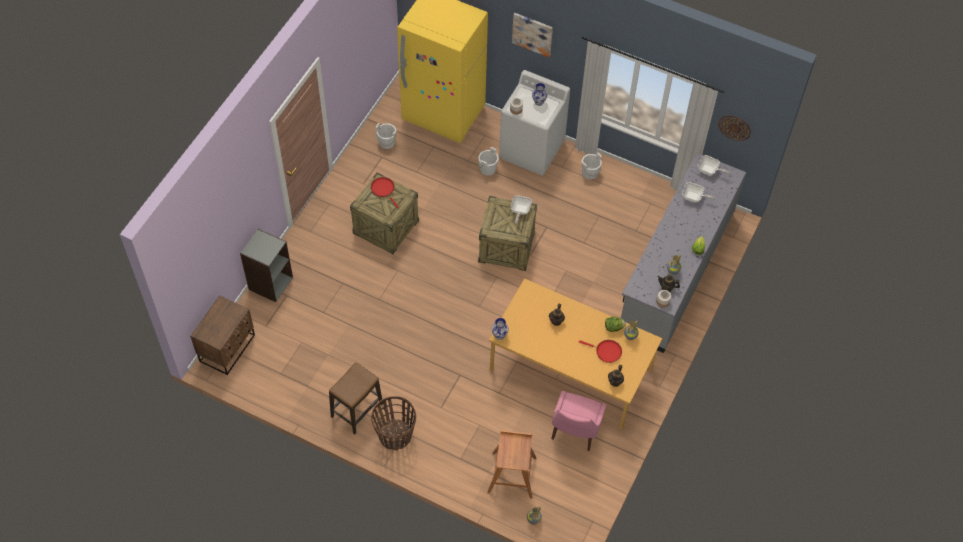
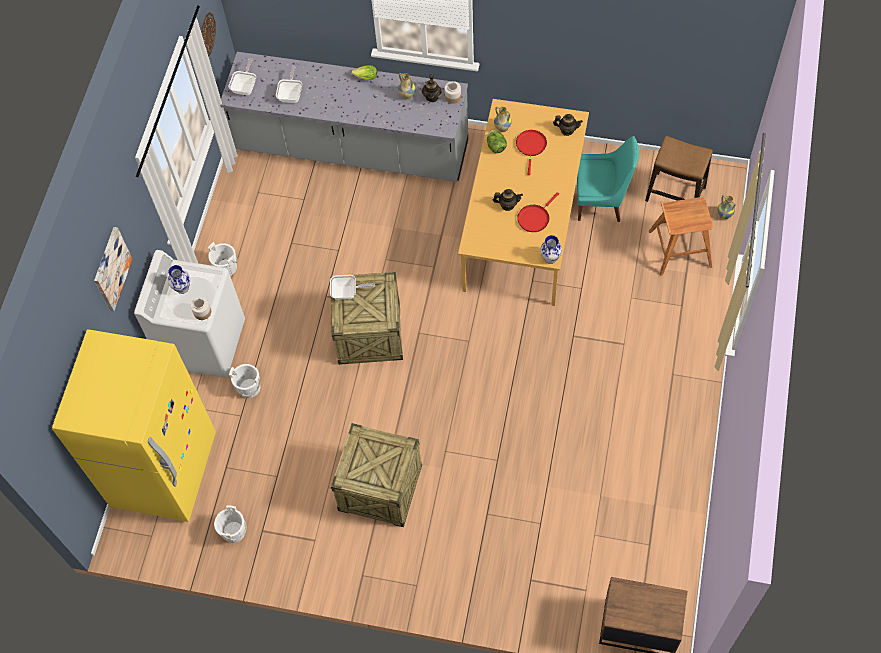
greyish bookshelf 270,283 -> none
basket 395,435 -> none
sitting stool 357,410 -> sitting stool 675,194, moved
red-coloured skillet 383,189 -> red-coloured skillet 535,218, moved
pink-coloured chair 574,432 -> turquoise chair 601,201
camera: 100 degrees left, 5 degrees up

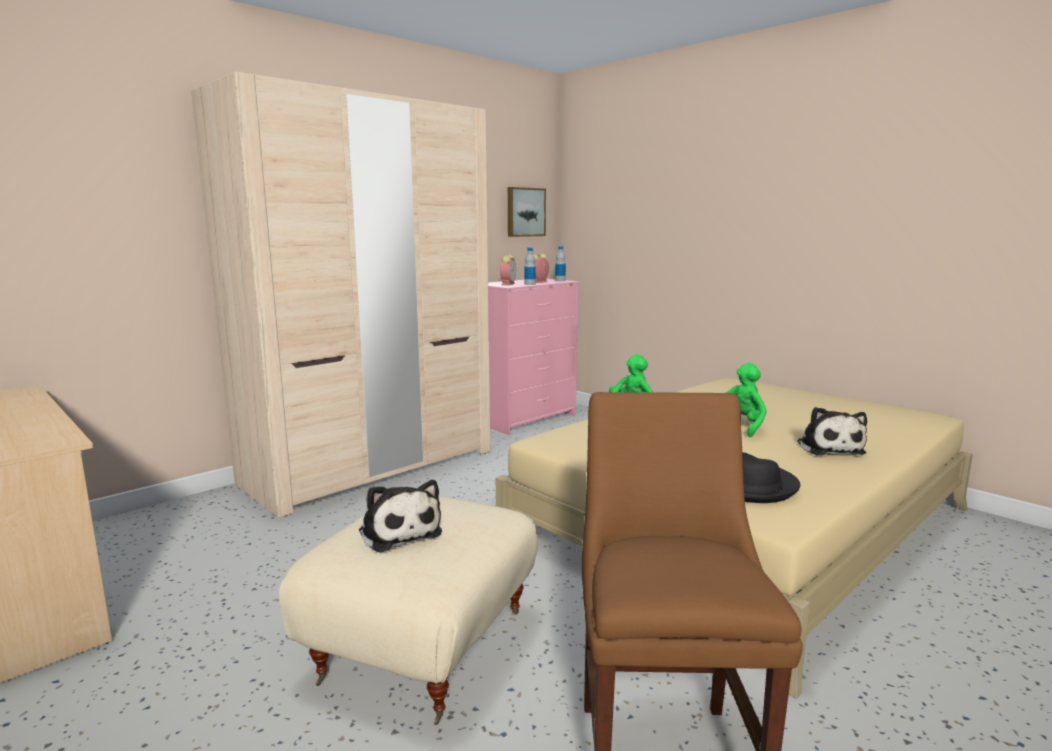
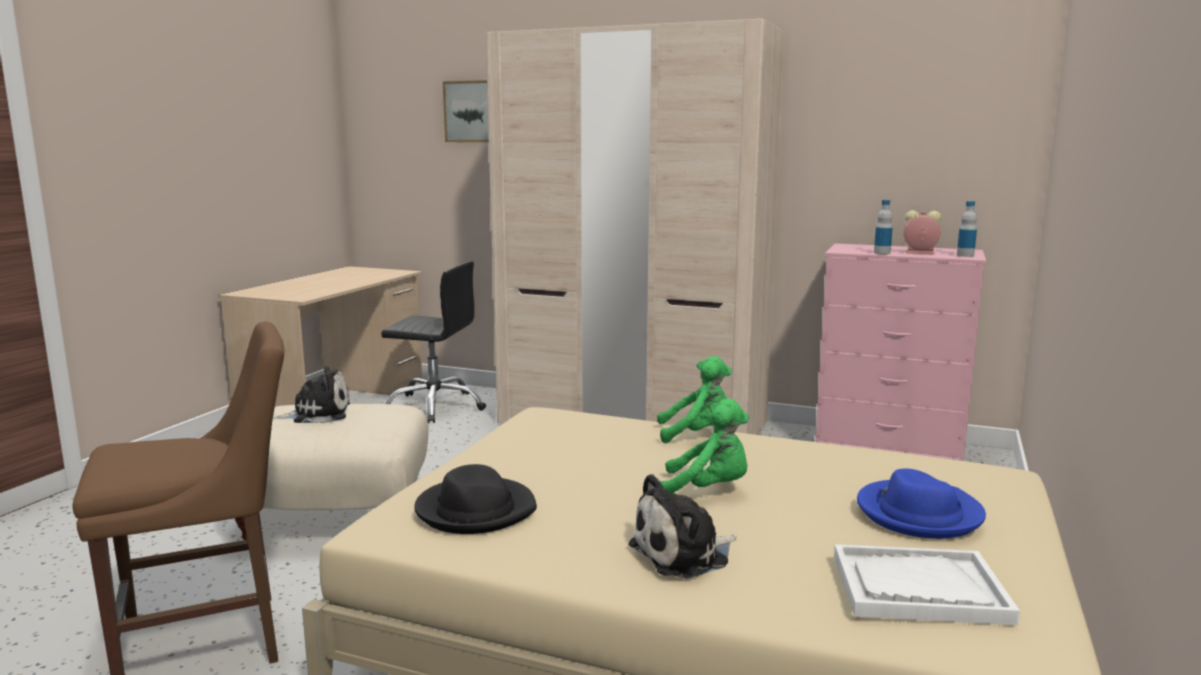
alarm clock 508,284 -> none
none -> black computer chair 435,406
none -> white serving tray 918,588
none -> blue-coloured clothing hat 918,514
wall art 525,212 -> wall art 473,111, moved
cuddly toy 399,532 -> cuddly toy 317,414, 135 degrees counterclockwise
camera: 65 degrees right, 0 degrees up

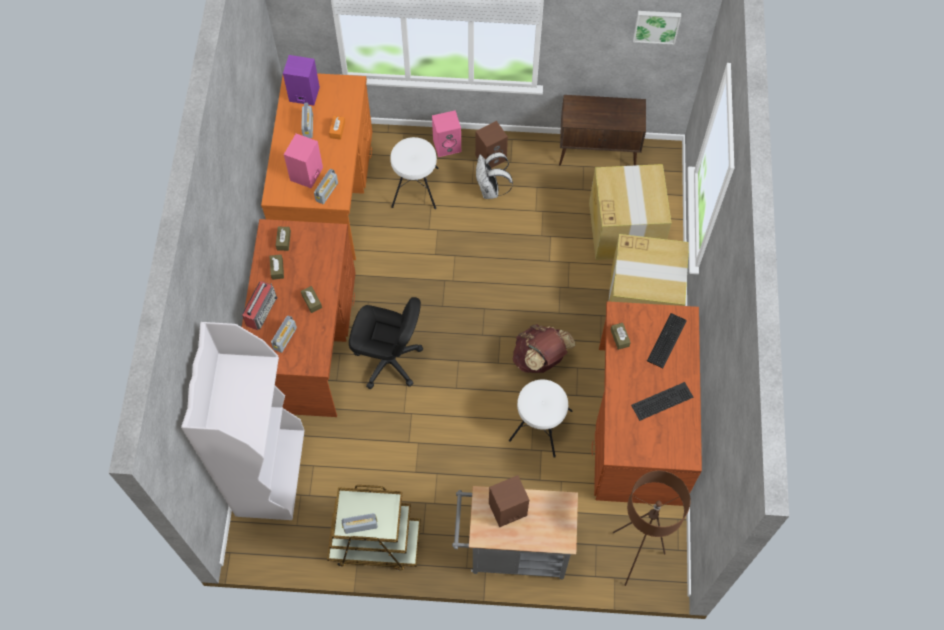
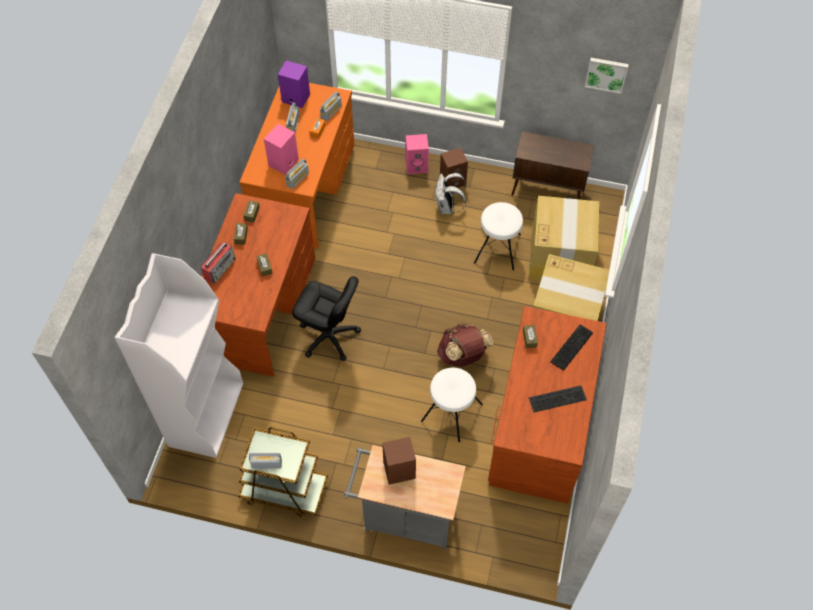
brown-coloured standing lamp 634,556 -> none
radio set 285,338 -> radio set 331,112, moved
white sitting stool 415,187 -> white sitting stool 498,248, moved
camera: 10 degrees right, 5 degrees down

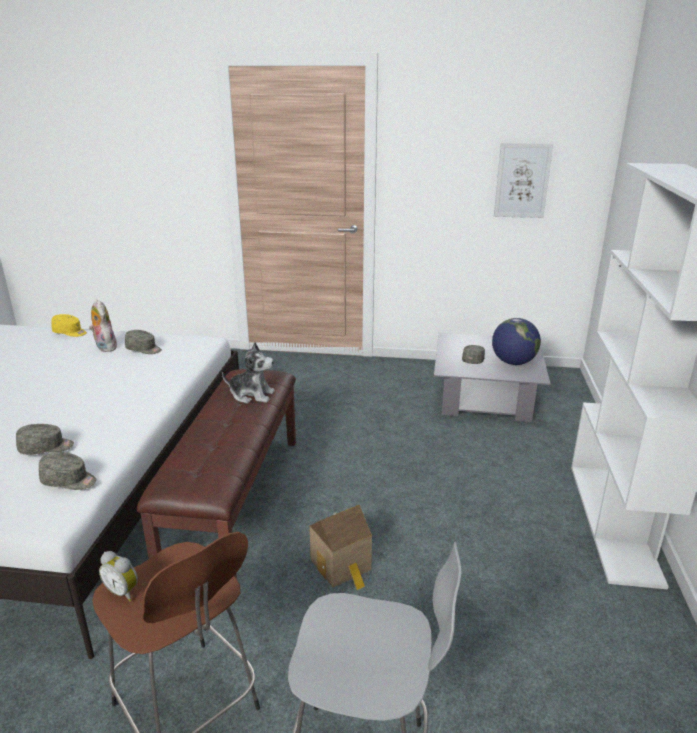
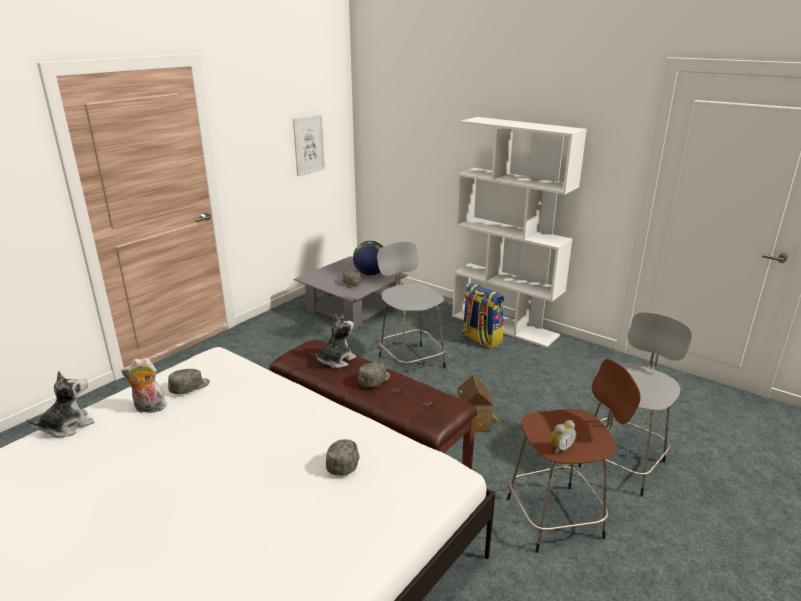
none -> greyish sitting stool 410,360
none -> rucksack 480,339
greyish peaked cap 69,481 -> greyish peaked cap 375,380, moved
yellowish peaked cap 70,332 -> cuddly toy 67,426
camera: 60 degrees left, 0 degrees up

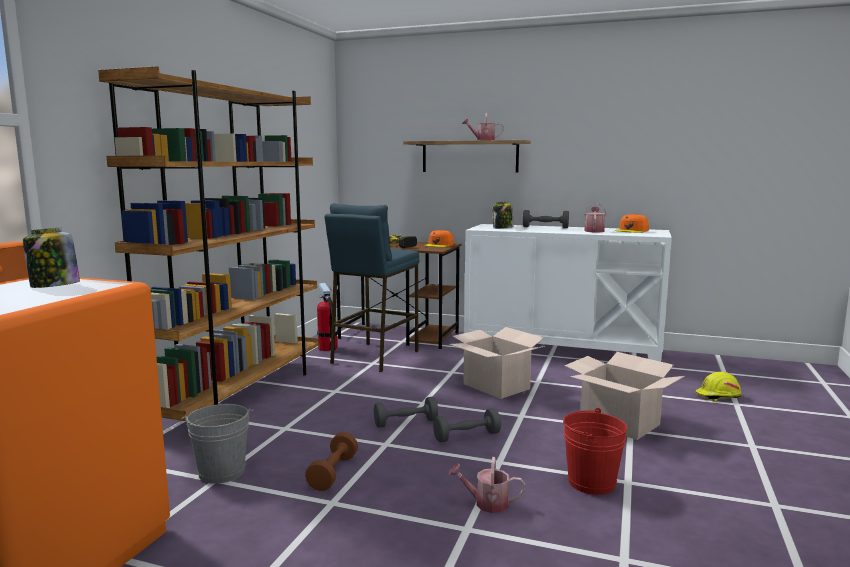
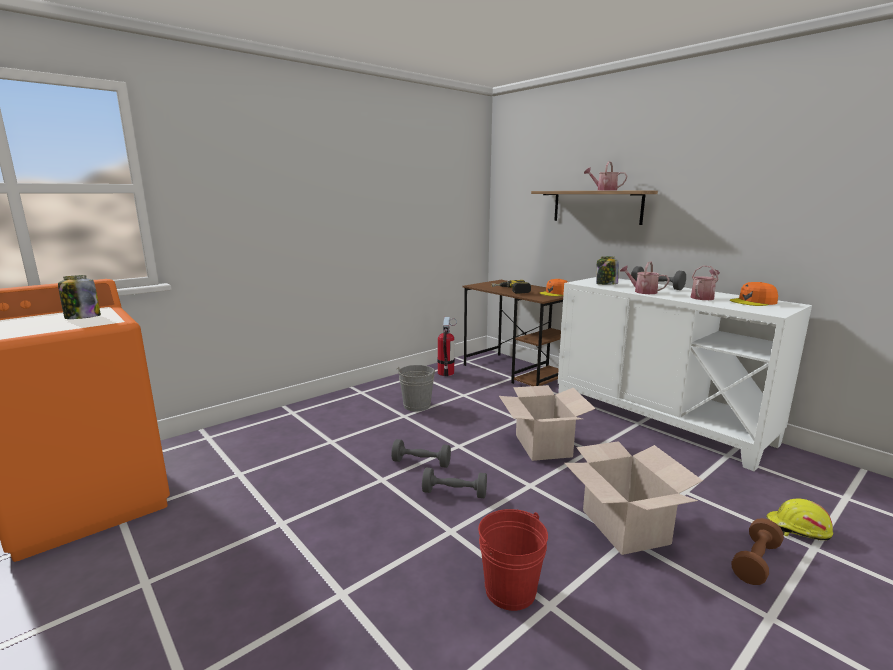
brown-coloured bookshelf 240,395 -> none
blue-coloured sitting stool 374,357 -> none
greyish bucket 221,472 -> greyish bucket 416,405, moved
brown-coloured free weight 333,473 -> brown-coloured free weight 755,562, moved
watering can 486,503 -> watering can 642,291, moved
camera: 30 degrees right, 5 degrees up

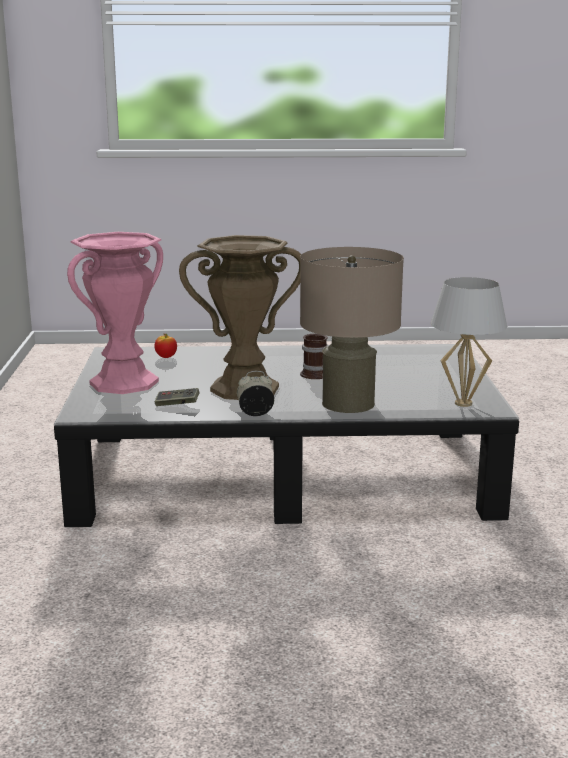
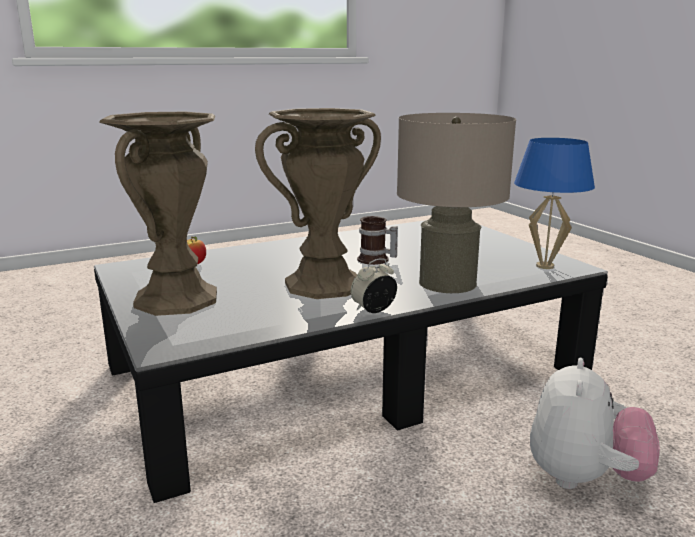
game controller 177,404 -> none
none -> cuddly toy 584,478
pink-coloured vase 124,382 -> brown-coloured vase 177,299
white tabletop lamp 463,403 -> blue-coloured tabletop lamp 544,266
camera: 25 degrees left, 0 degrees up

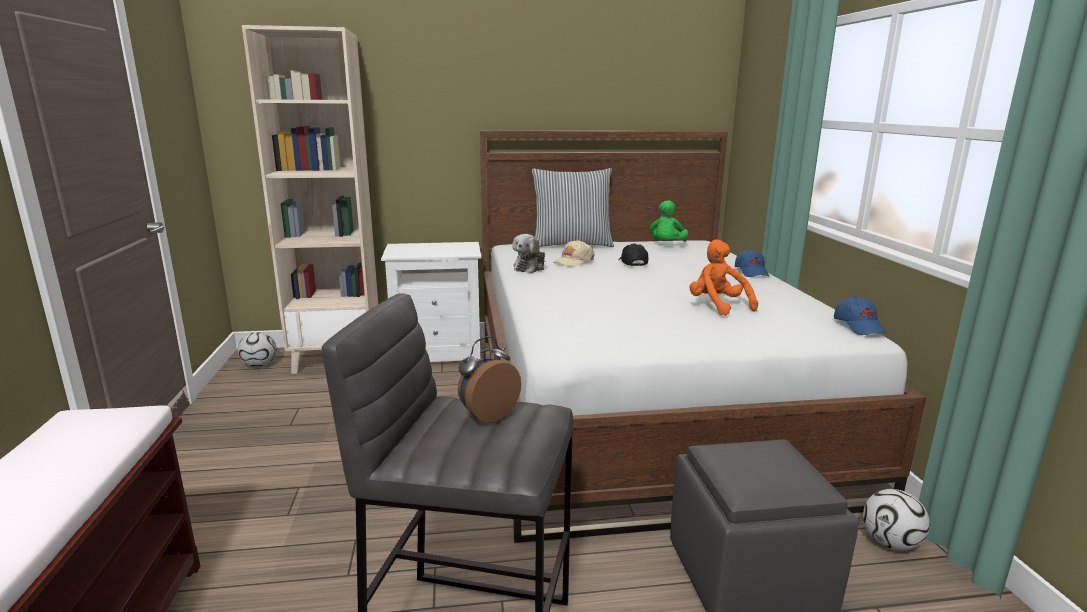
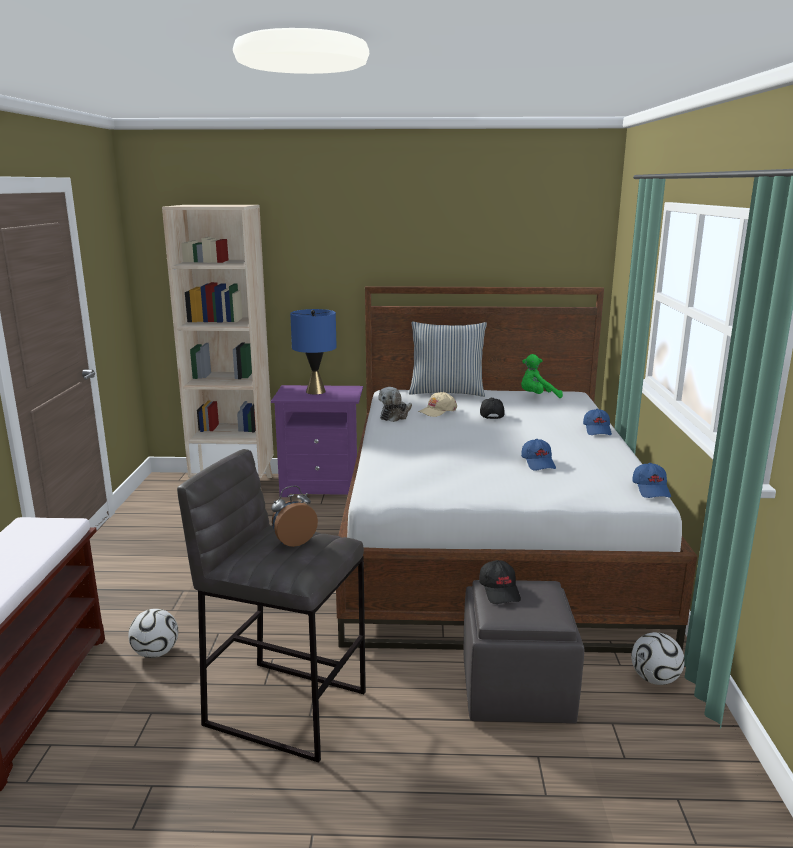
none -> blue-coloured tabletop lamp 316,391
none -> black peaked cap 500,591
ball for football 259,365 -> ball for football 156,653, moved
orangey cuddly toy 717,306 -> blue-coloured peaked cap 538,463
white night table 438,354 -> purplish night table 322,487
green cuddly toy 667,245 -> green cuddly toy 537,397, 45 degrees clockwise
camera: 10 degrees right, 0 degrees up

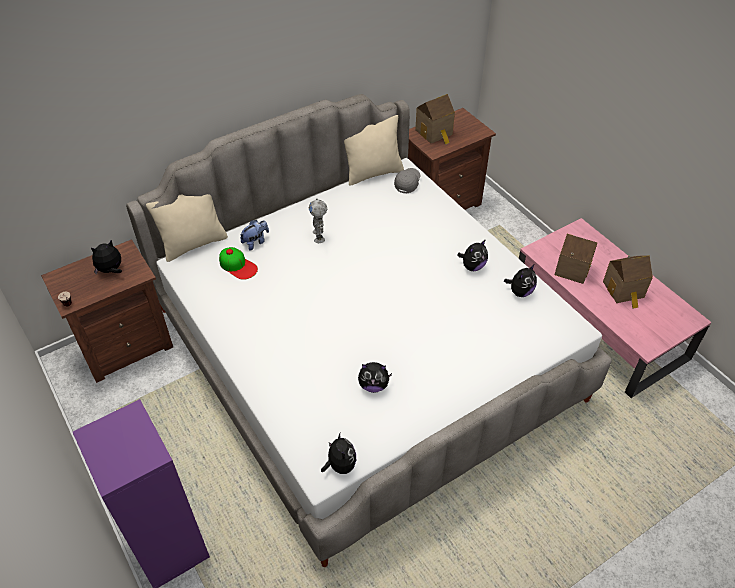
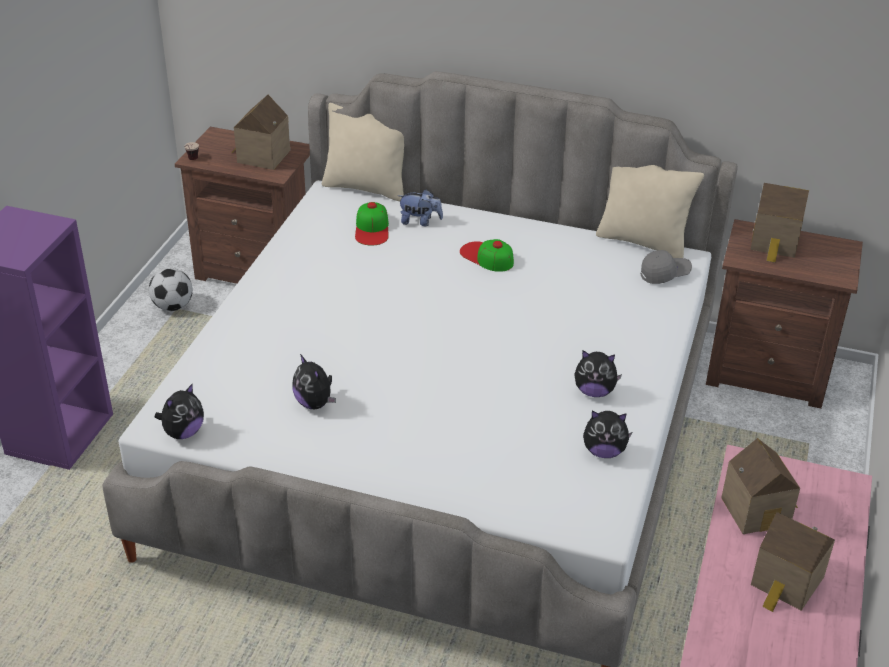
none -> ball for football 173,306
cuddly toy 111,270 -> model house 261,156
robot figure 319,236 -> peaked cap 486,257
camera: 50 degrees right, 10 degrees down

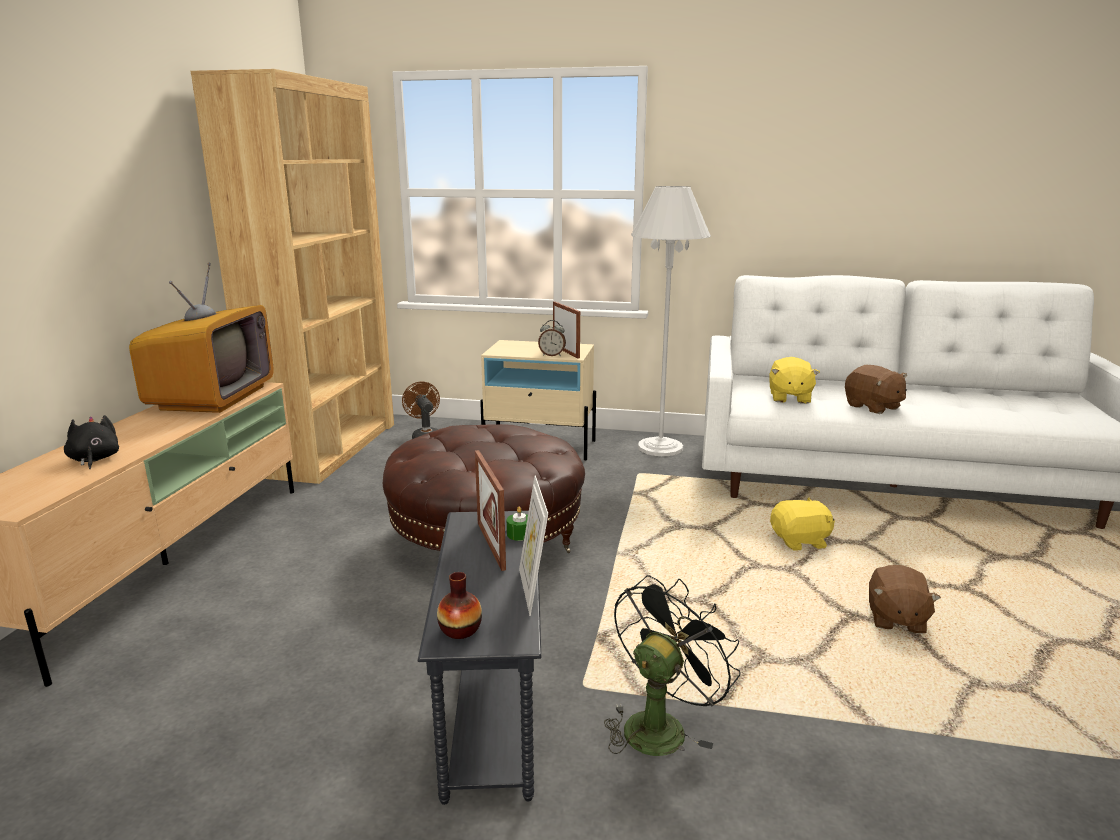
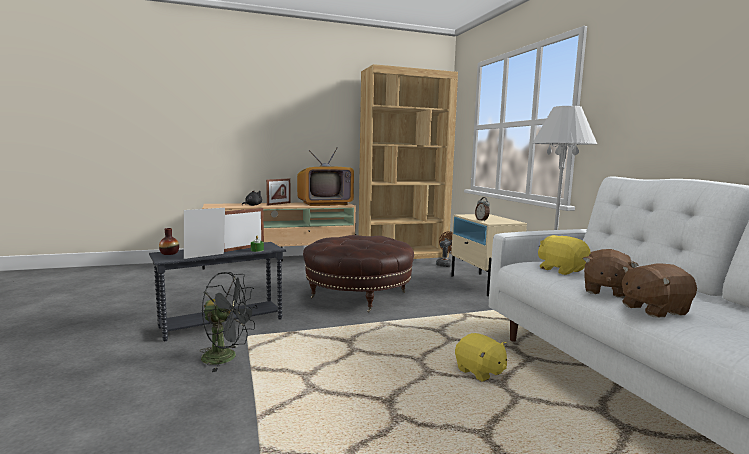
picture frame 566,351 -> picture frame 279,204, moved
brown-coloured cuddly toy 895,619 -> brown-coloured cuddly toy 653,309, moved
yellowish cuddly toy 789,398 -> yellowish cuddly toy 561,270, 75 degrees clockwise
camera: 60 degrees right, 10 degrees down

